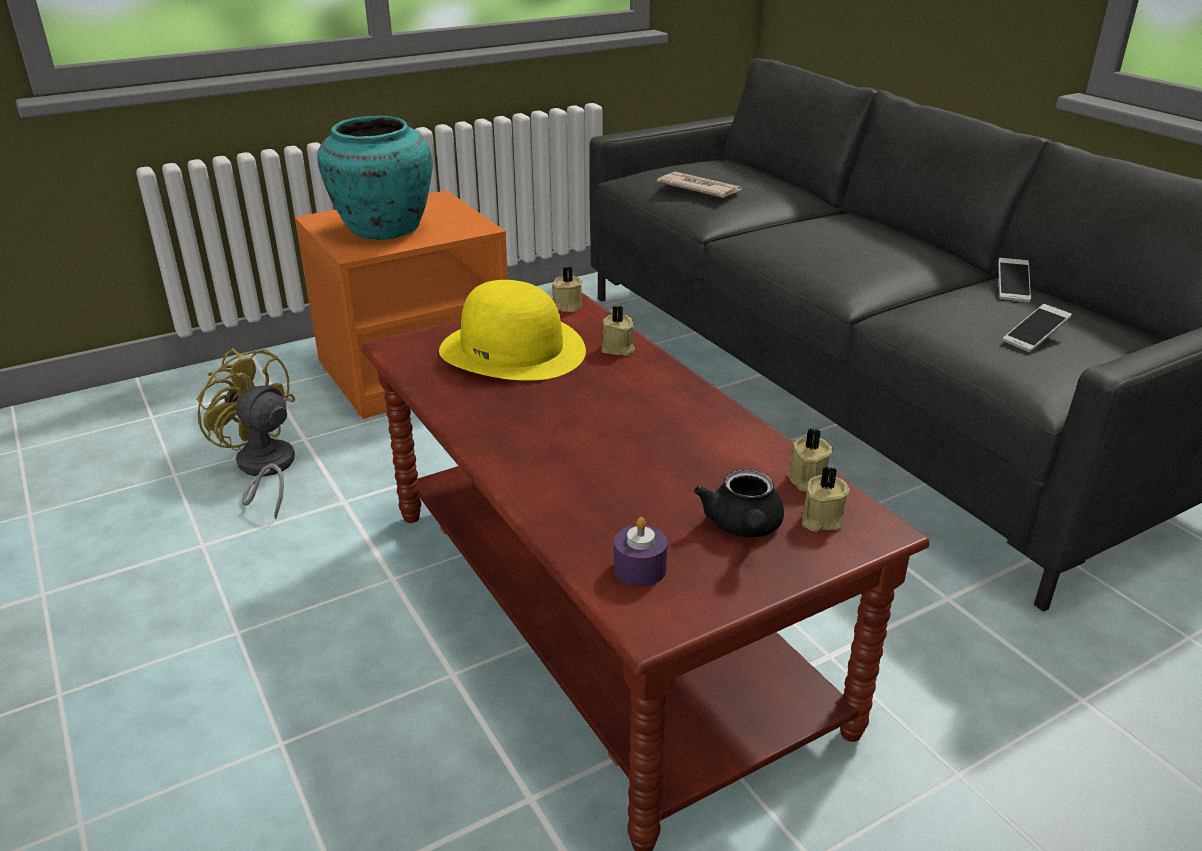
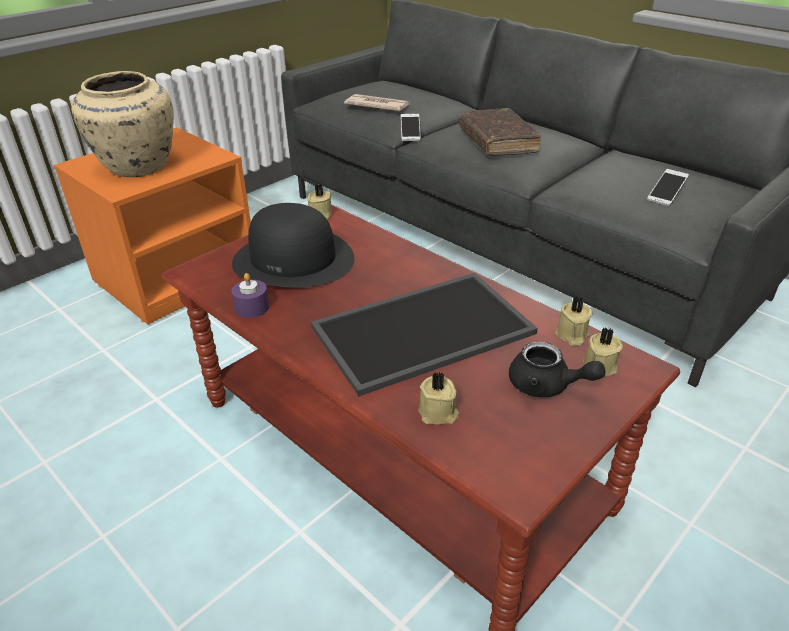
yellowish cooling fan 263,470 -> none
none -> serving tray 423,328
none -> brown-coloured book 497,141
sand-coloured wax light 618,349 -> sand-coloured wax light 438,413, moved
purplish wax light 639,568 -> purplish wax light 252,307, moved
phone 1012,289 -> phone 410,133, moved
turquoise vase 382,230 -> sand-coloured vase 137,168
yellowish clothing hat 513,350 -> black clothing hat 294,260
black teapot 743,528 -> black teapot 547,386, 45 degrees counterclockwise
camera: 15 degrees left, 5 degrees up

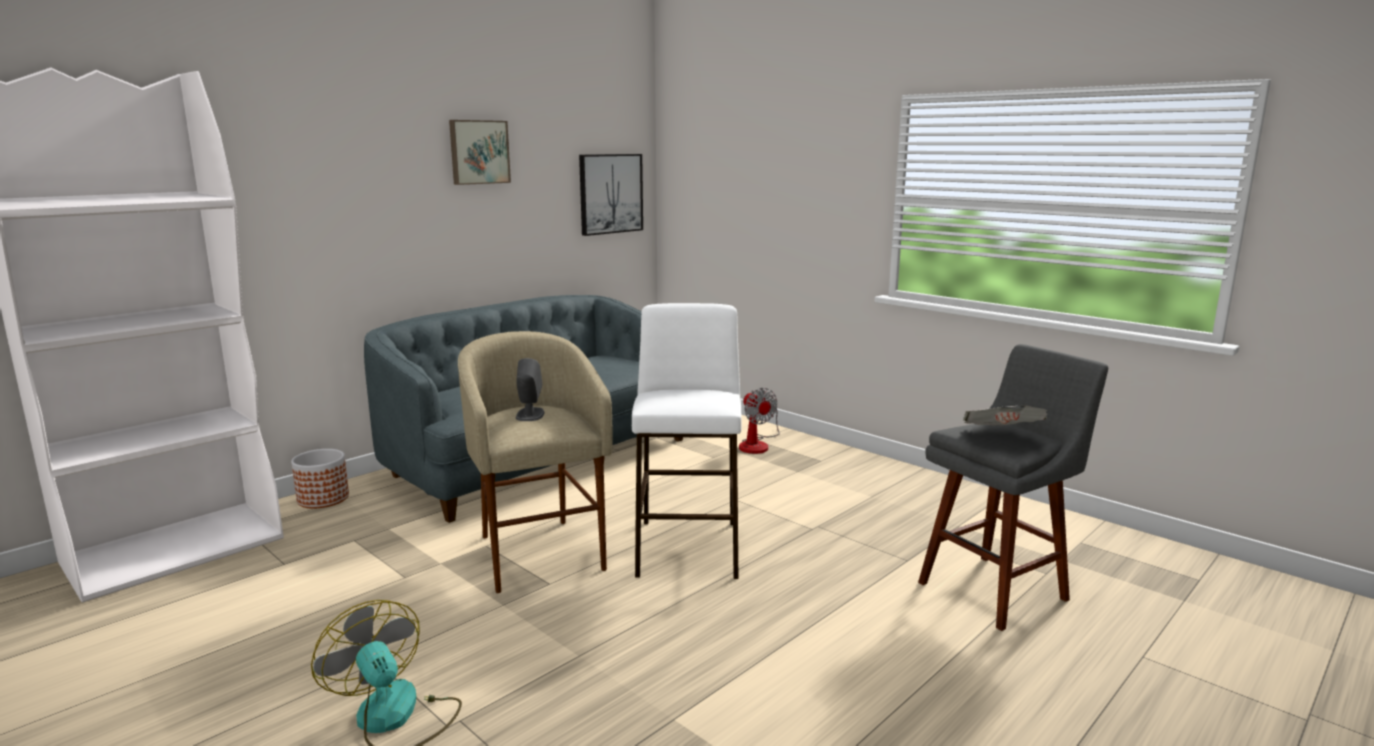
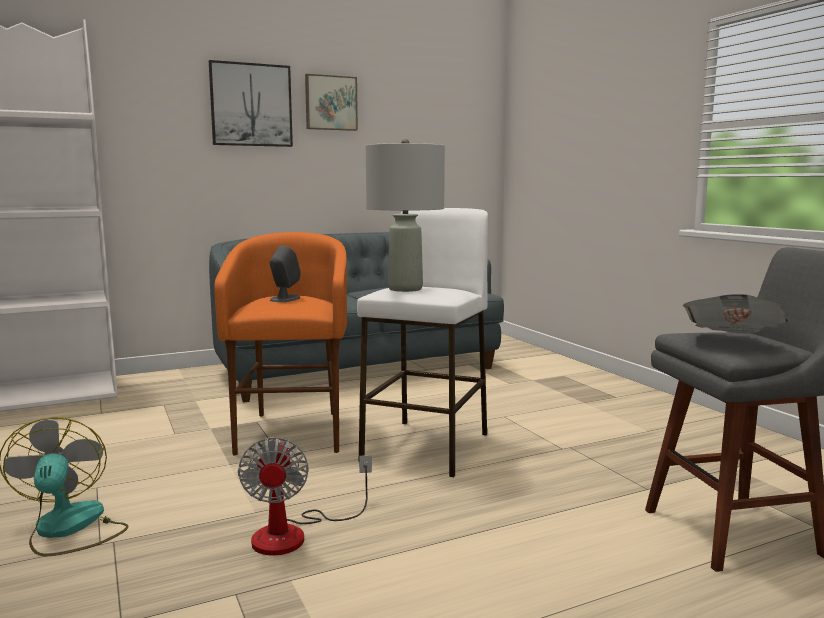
planter 323,498 -> none
none -> greyish tabletop lamp 406,289
wall art 610,193 -> wall art 251,105, moved
cooling fan 757,444 -> cooling fan 295,534, moved
sand-coloured sitting stool 537,553 -> orangey sitting stool 292,432
camera: 20 degrees right, 5 degrees down

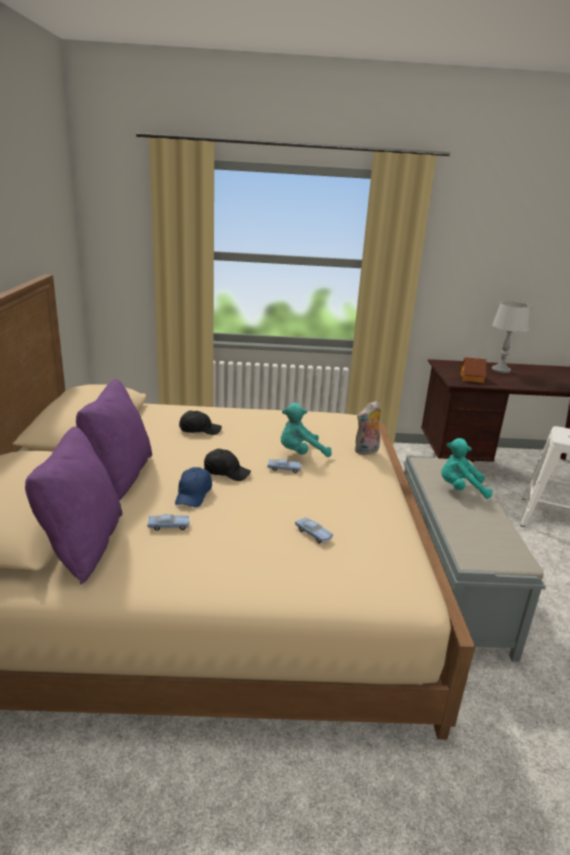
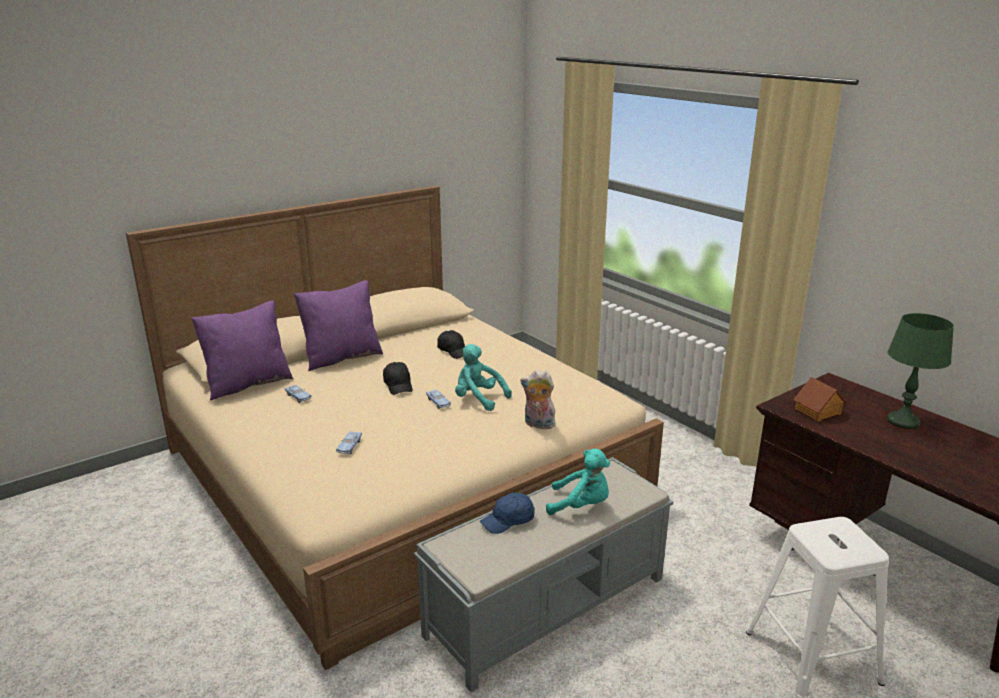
blue-coloured peaked cap 193,495 -> blue-coloured peaked cap 508,521, moved
greyish tabletop lamp 501,370 -> green tabletop lamp 903,421
turquoise cuddly toy 460,489 -> turquoise cuddly toy 581,506, 135 degrees clockwise
camera: 55 degrees right, 0 degrees up

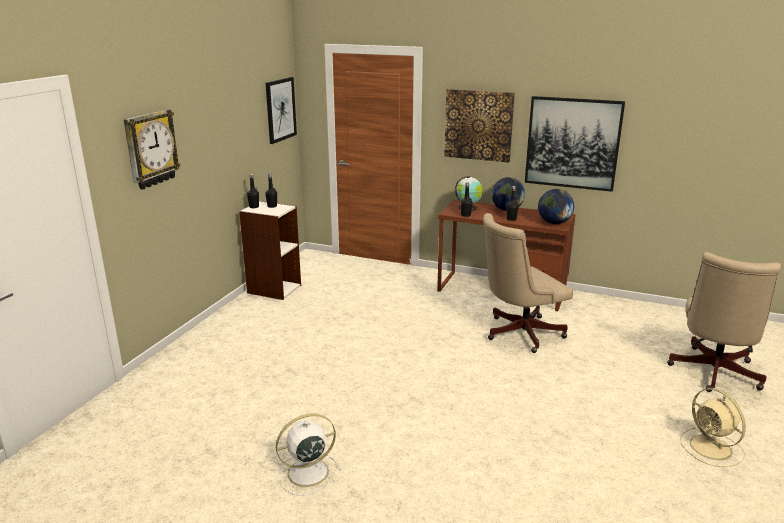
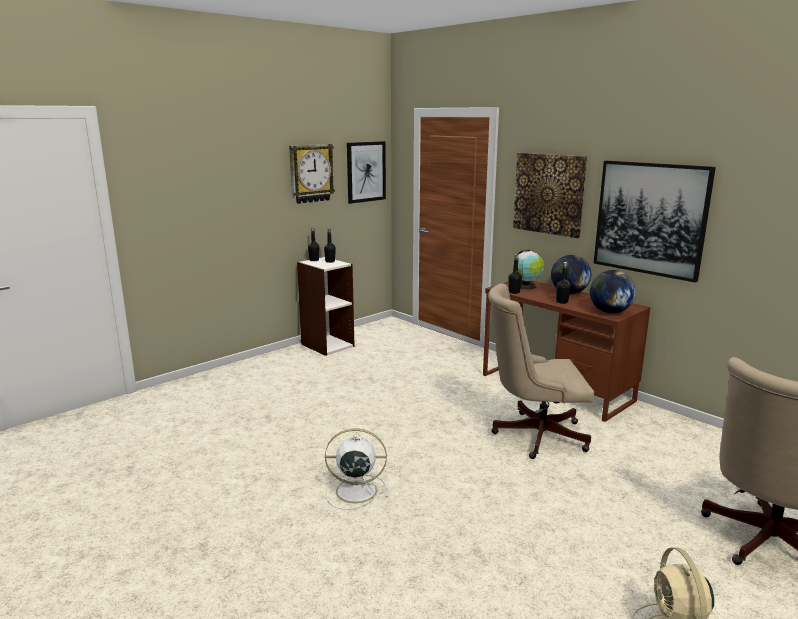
hanging clock 150,149 -> hanging clock 311,173, moved
white cooling fan 306,473 -> white cooling fan 354,491, moved
camera: 25 degrees right, 5 degrees down

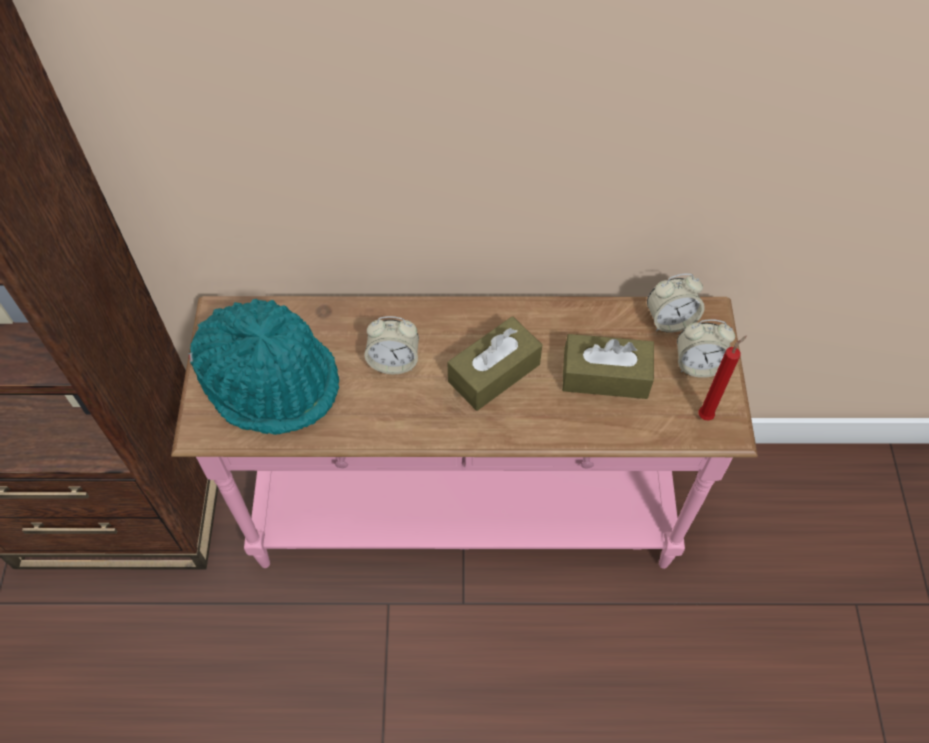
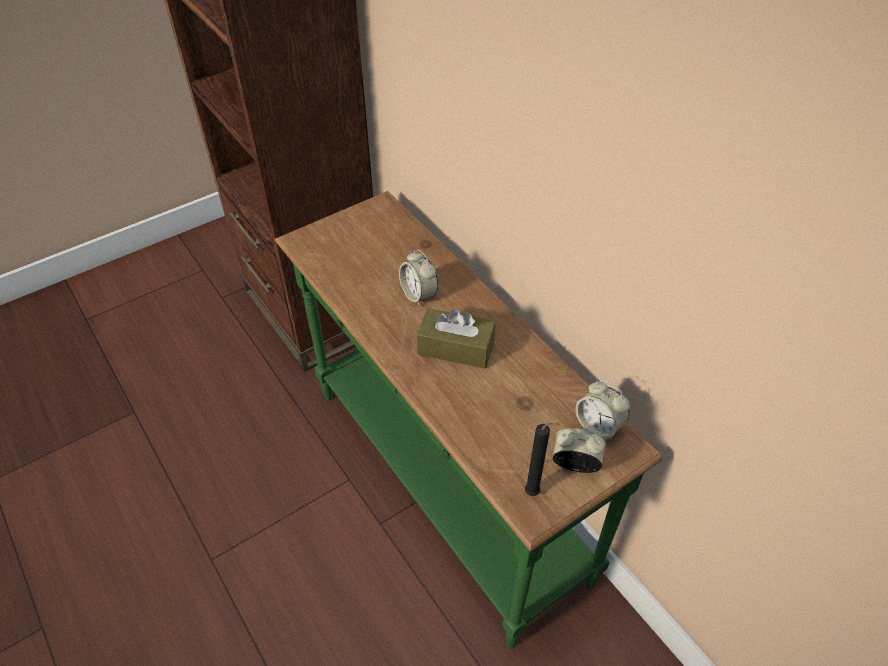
turquoise clothing hat 271,380 -> none
brown-coloured tissue holder 605,376 -> none
pink-coloured console table 464,515 -> green console table 444,485
red-coloured wax light 707,415 -> black wax light 534,493
alarm clock 698,364 -> alarm clock 575,464, 135 degrees clockwise
camera: 55 degrees right, 10 degrees down

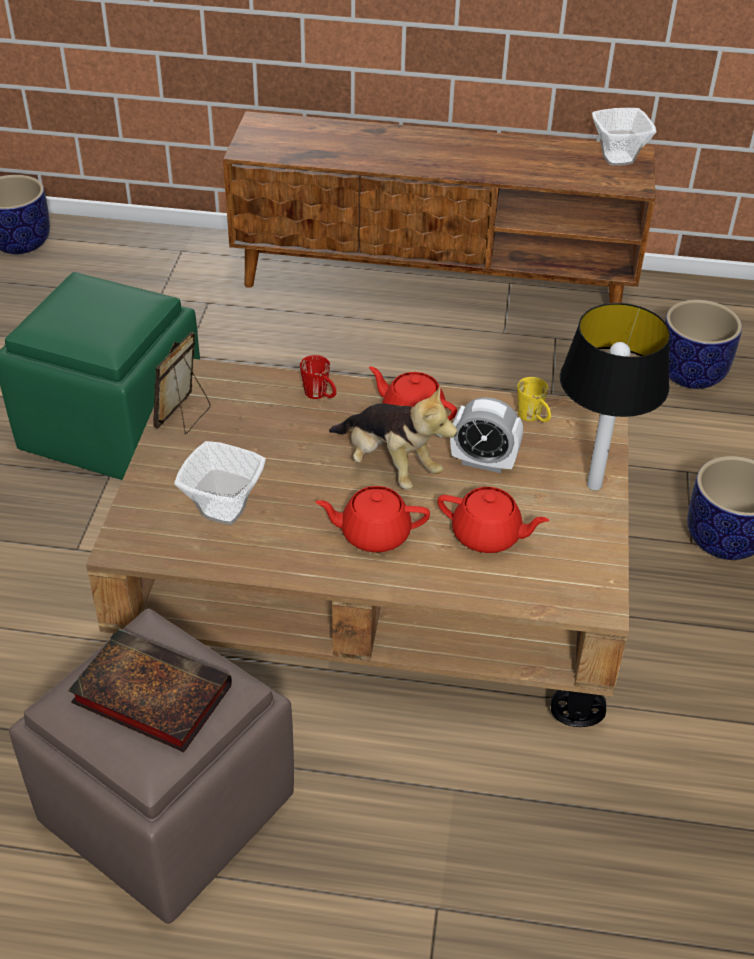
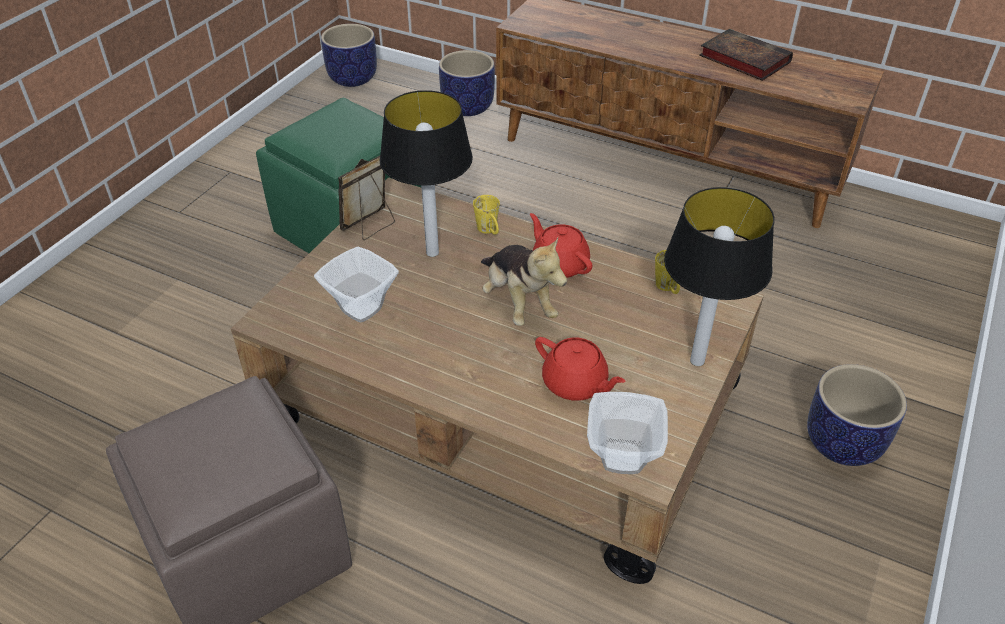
red-coloured teapot 373,534 -> none
alarm clock 483,462 -> none
none -> tabletop lamp 432,253
book 148,694 -> book 742,59, moved
serving bowl 616,159 -> serving bowl 620,459, moved
planter 692,374 -> planter 468,107, moved
red-coloured coffee mug 320,395 -> yellowish coffee mug 489,231
camera: 20 degrees right, 0 degrees up

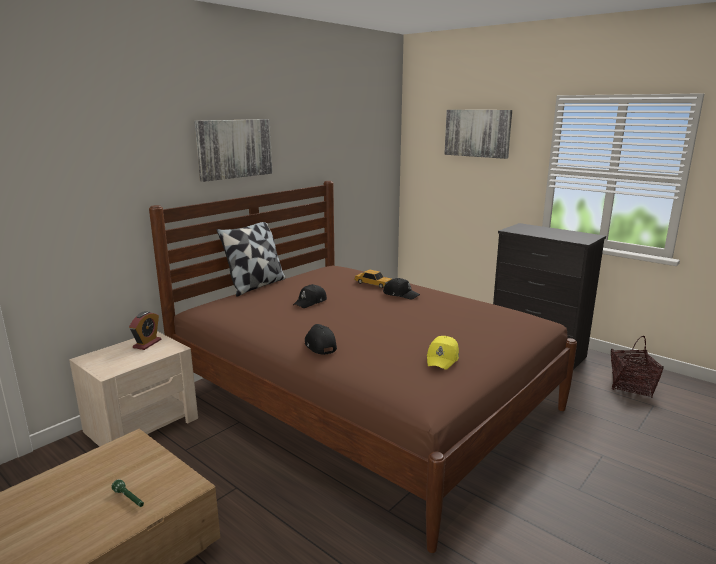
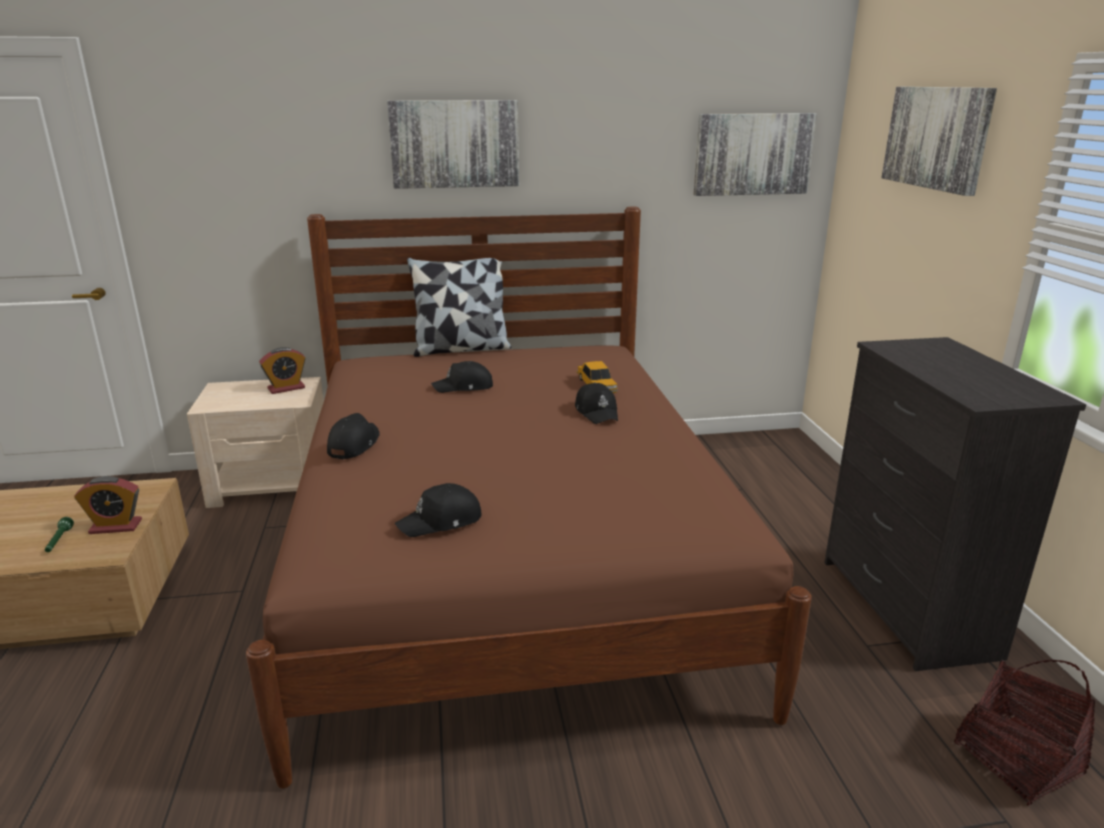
none -> alarm clock 115,526
none -> wall art 752,154
yellowish peaked cap 443,359 -> black peaked cap 441,521
camera: 40 degrees right, 5 degrees up

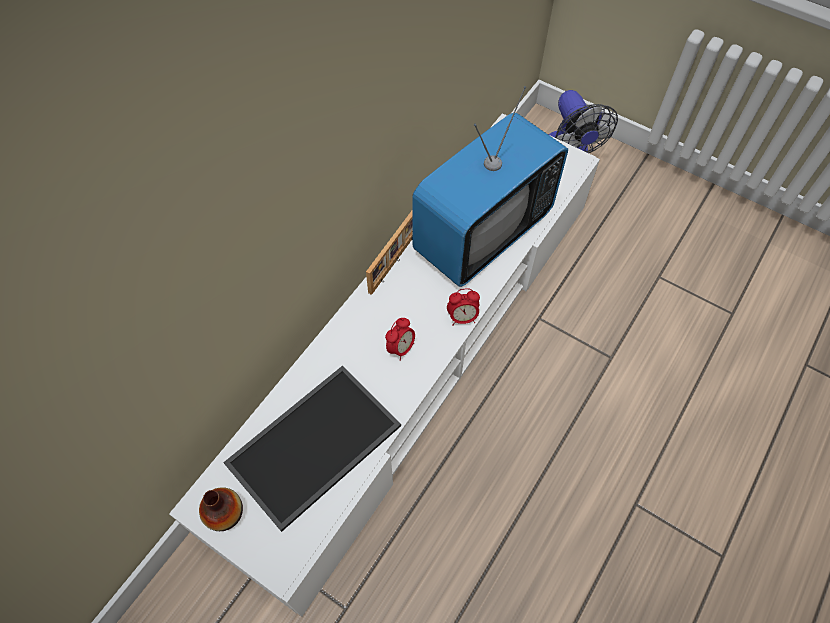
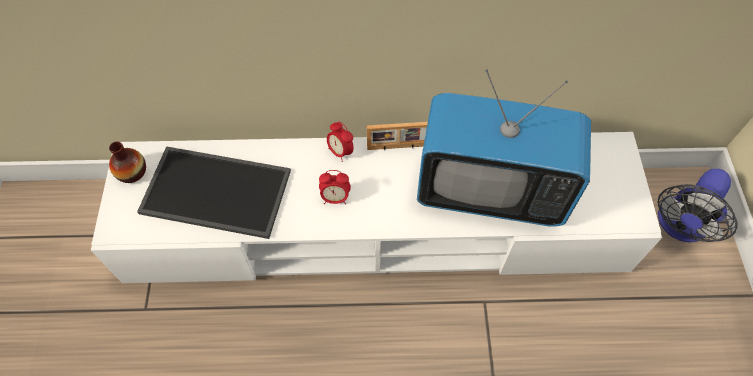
alarm clock 462,318 -> alarm clock 340,152, moved
camera: 55 degrees right, 0 degrees up

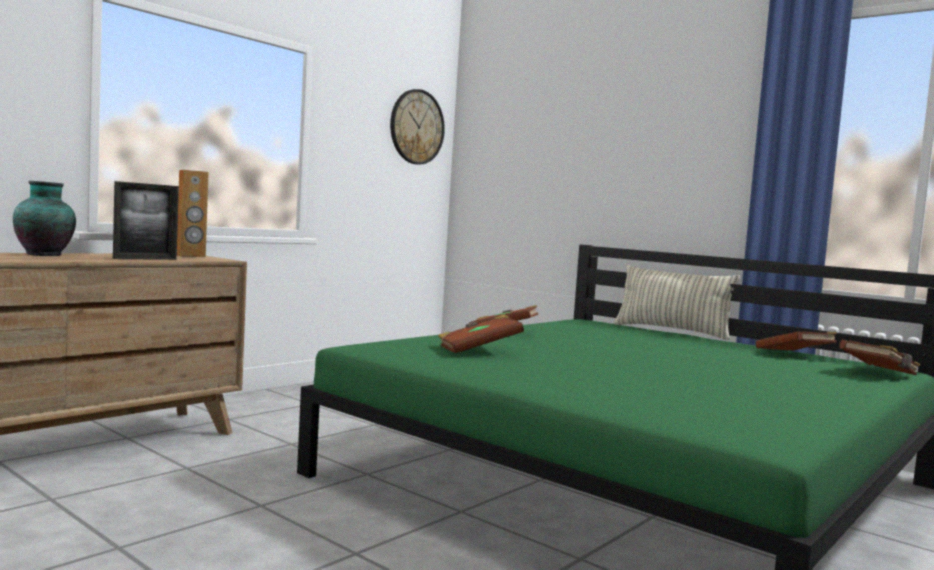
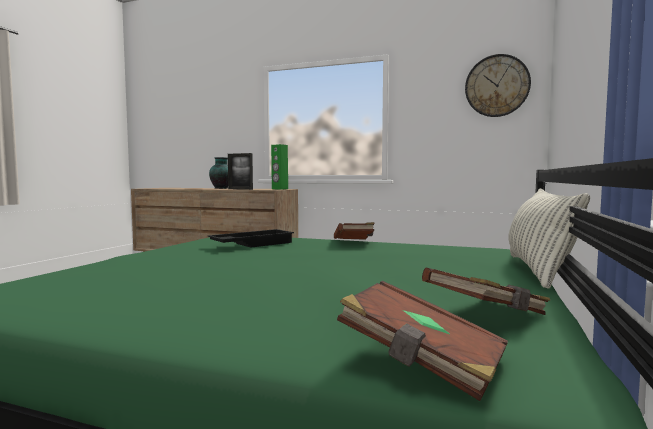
brown-coloured book 478,350 -> black serving tray 252,244
brown-coloured speaker 191,256 -> green speaker 279,189
camera: 70 degrees right, 0 degrees up

